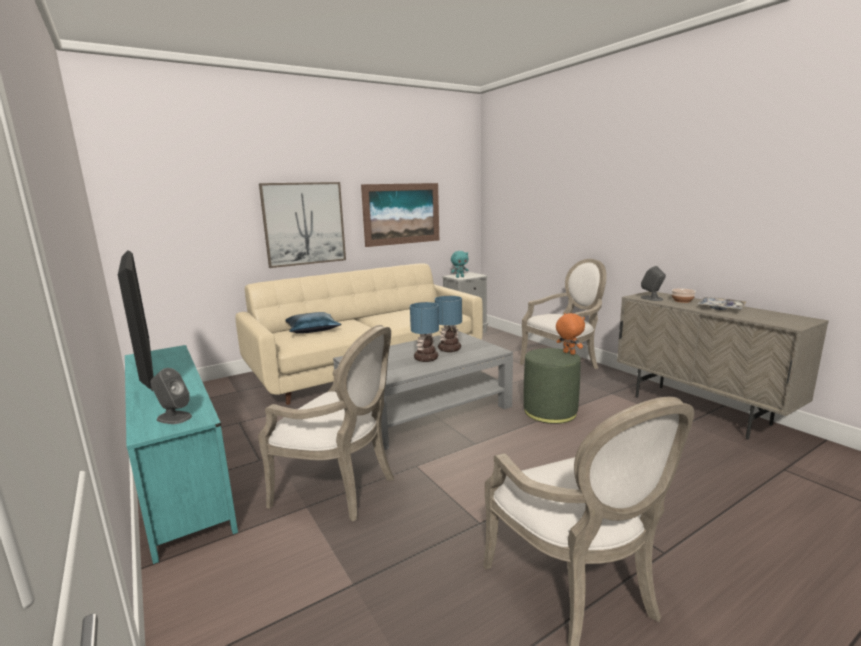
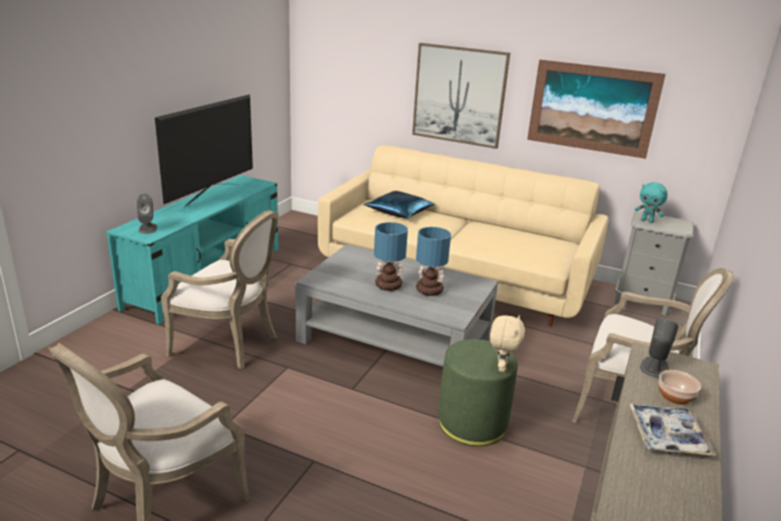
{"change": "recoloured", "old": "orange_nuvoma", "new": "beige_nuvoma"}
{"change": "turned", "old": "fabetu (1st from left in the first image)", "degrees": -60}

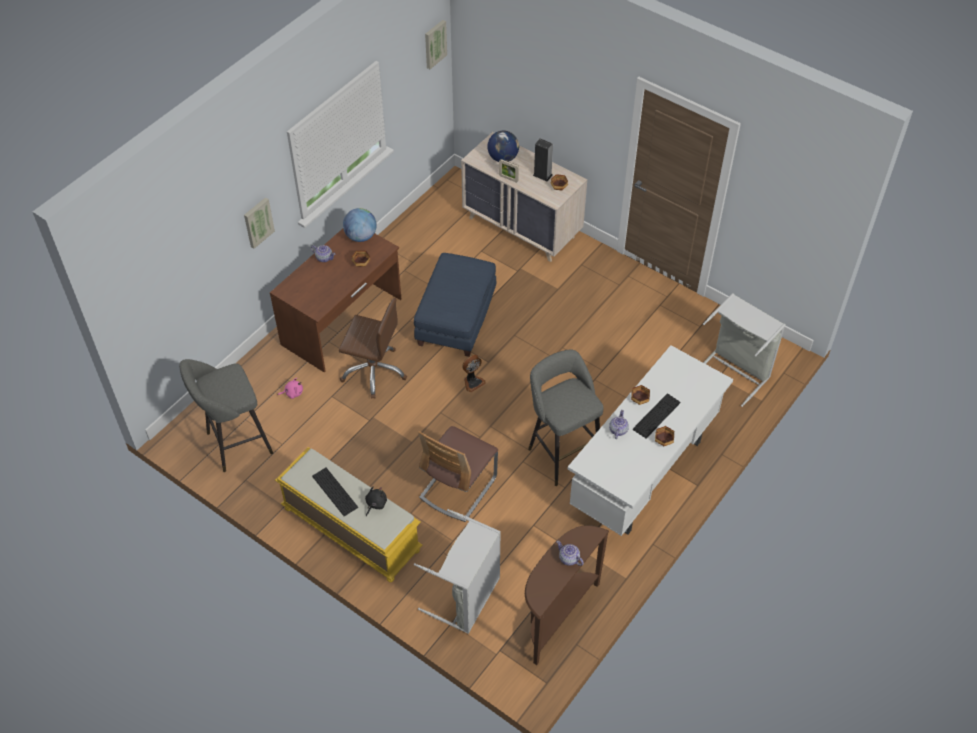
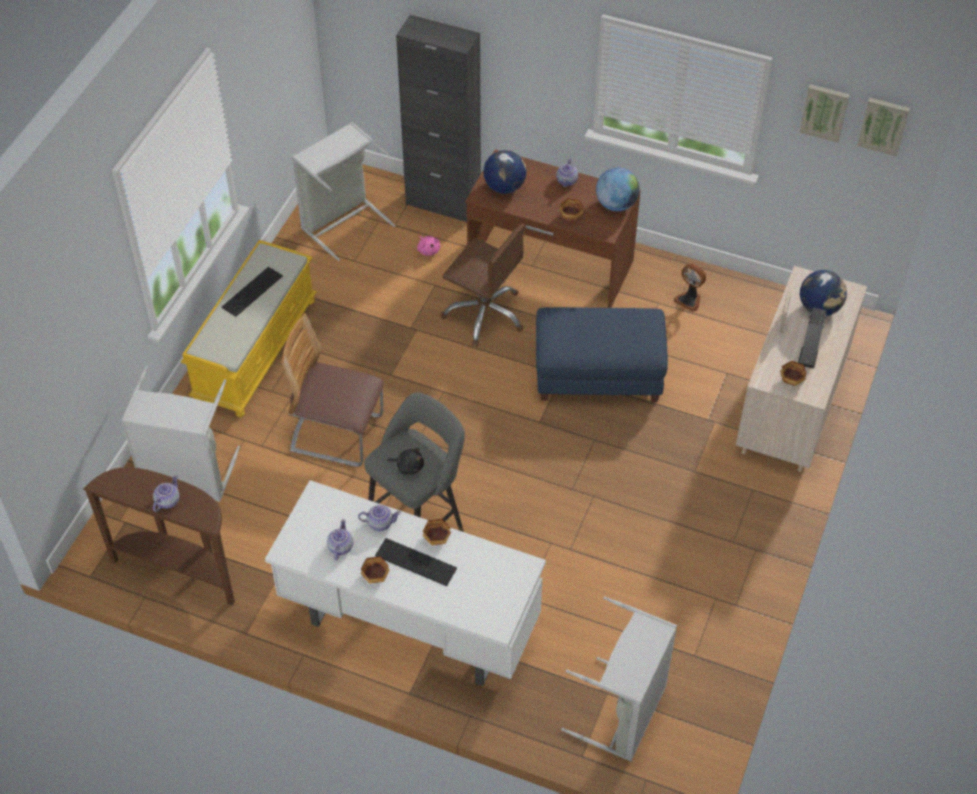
{"change": "moved", "old": "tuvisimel (1st from left)"}
{"change": "turned", "old": "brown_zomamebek", "degrees": -60}
{"change": "moved", "old": "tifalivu"}
{"change": "replaced", "old": "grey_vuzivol (1st from left)", "new": "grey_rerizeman (2nd from left)"}
{"change": "moved", "old": "black_nuvoma"}
{"change": "added", "new": "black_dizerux"}
{"change": "added", "new": "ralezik (1st from left)"}
{"change": "added", "new": "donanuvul (2nd from left)"}

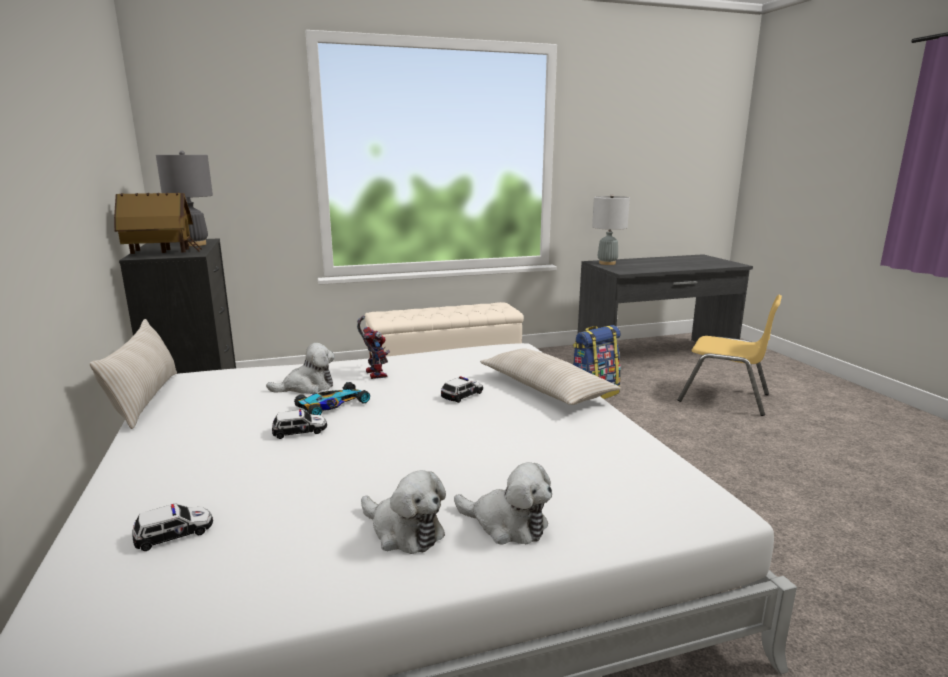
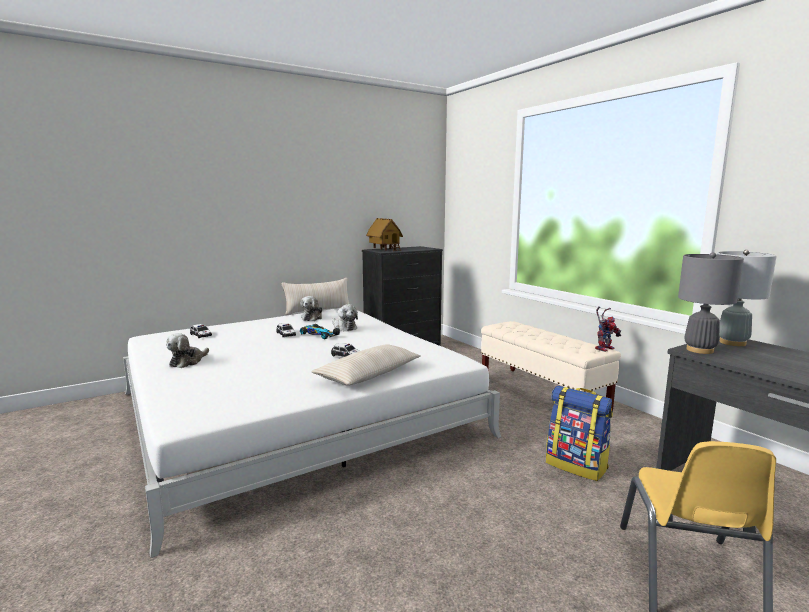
{"change": "moved", "old": "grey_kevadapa (1st from left)"}
{"change": "moved", "old": "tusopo"}
{"change": "moved", "old": "nuvoma (3rd from left in the first image)", "new": "nuvoma (2nd from left)"}

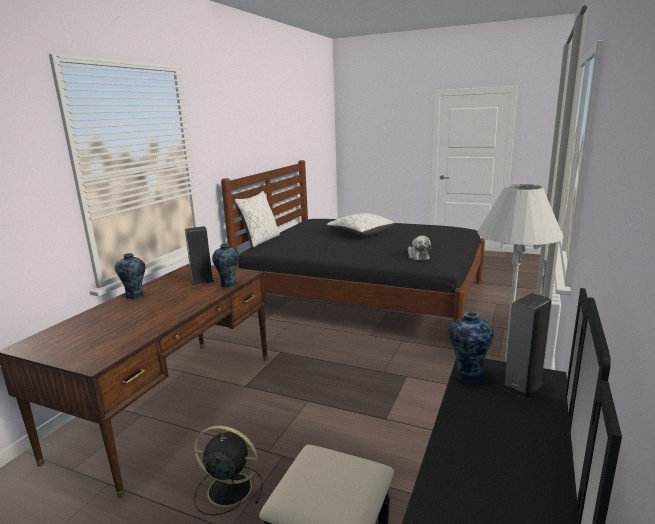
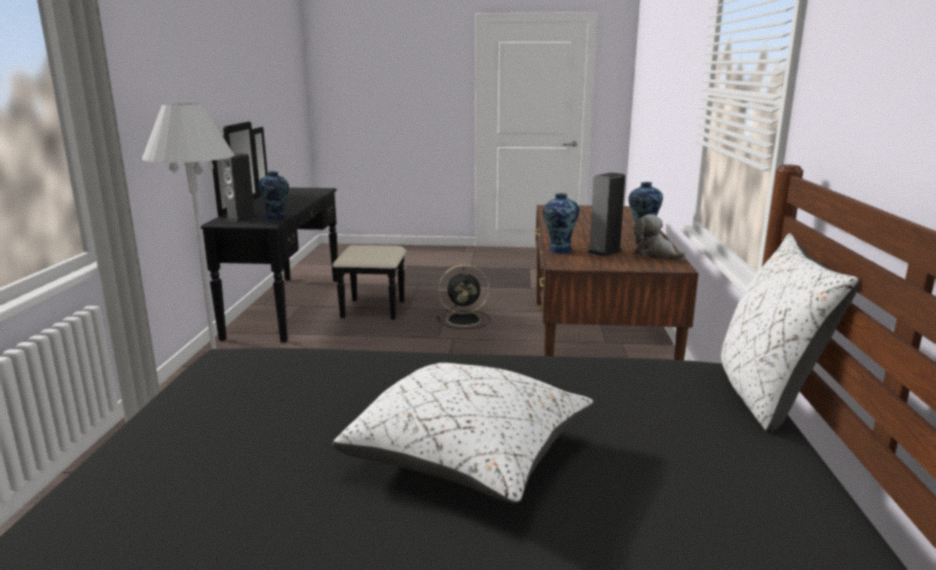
{"change": "moved", "old": "nuvoma"}

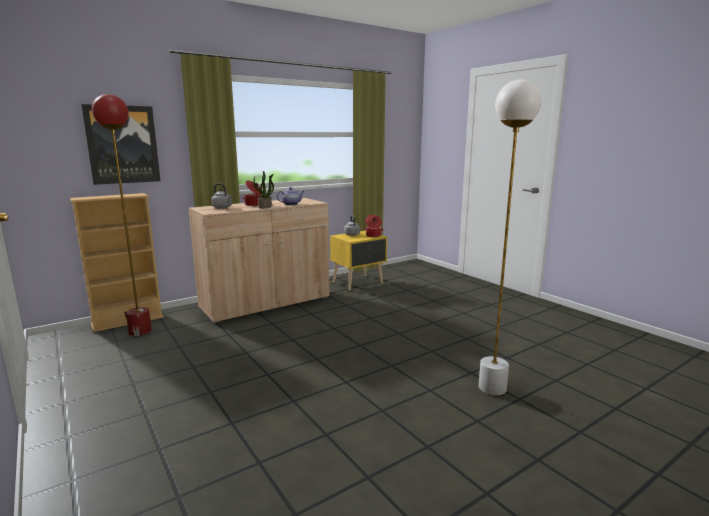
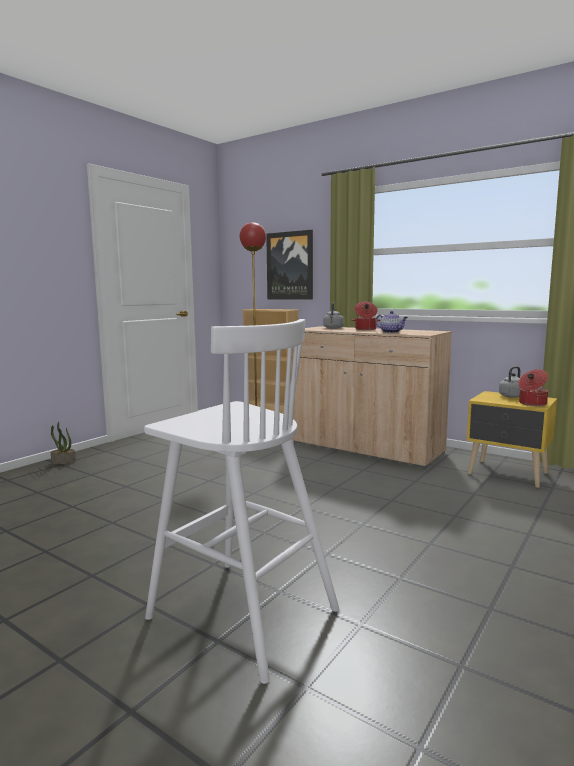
{"change": "replaced", "old": "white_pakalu", "new": "white_vuzivol"}
{"change": "moved", "old": "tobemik"}

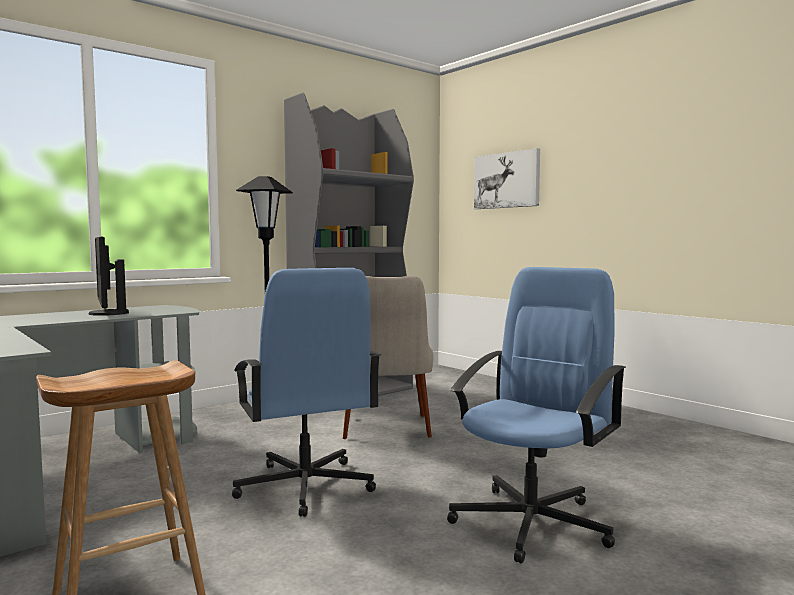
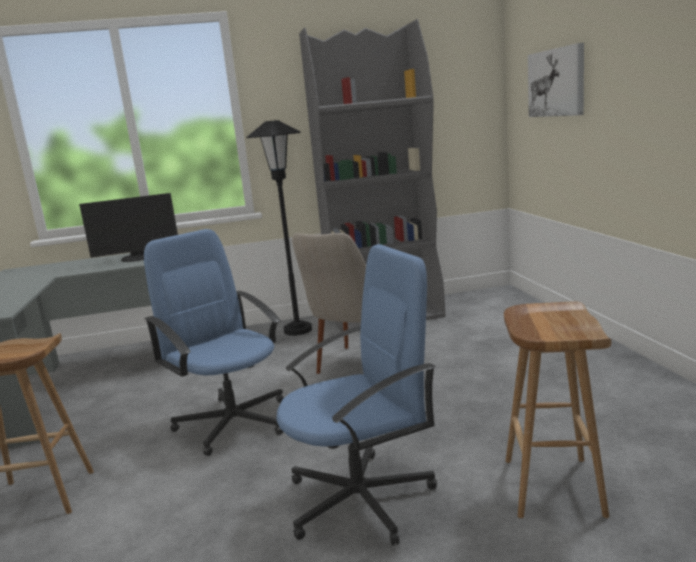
{"change": "turned", "old": "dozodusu", "degrees": -105}
{"change": "turned", "old": "blue_zomamebek (1st from left)", "degrees": 135}
{"change": "added", "new": "brown_vuzivol (2nd from left)"}

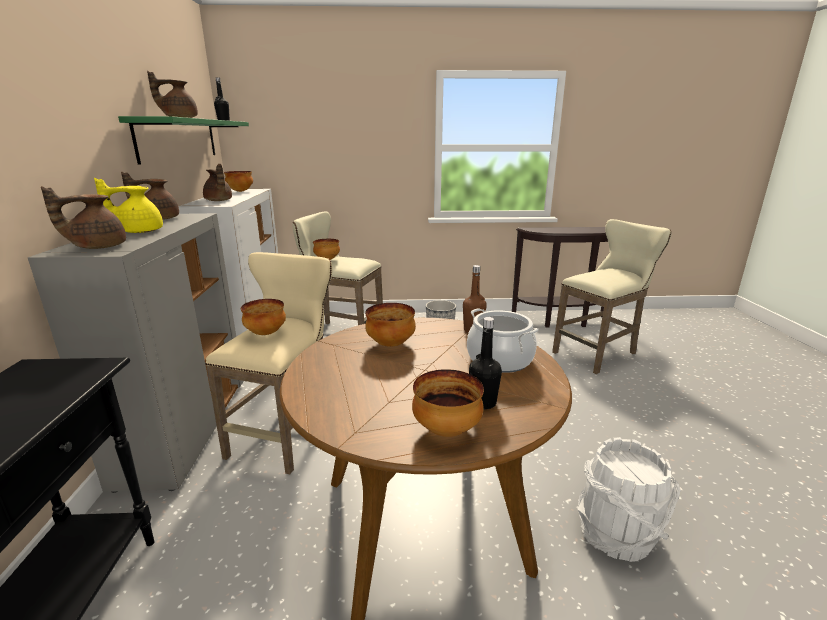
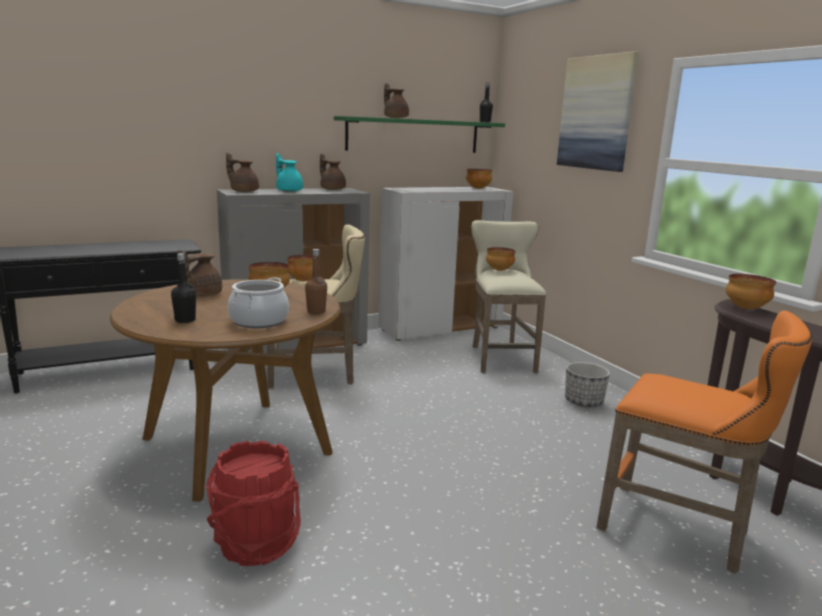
{"change": "moved", "old": "brown_donanuvul (4th from left in the first image)", "new": "brown_donanuvul (1st from left)"}
{"change": "recoloured", "old": "yellow_donanuvul", "new": "turquoise_donanuvul"}
{"change": "recoloured", "old": "beige_vuzivol (3rd from left)", "new": "orange_vuzivol"}
{"change": "moved", "old": "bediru (5th from left)"}
{"change": "recoloured", "old": "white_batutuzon", "new": "red_batutuzon"}
{"change": "added", "new": "tuvisimel"}

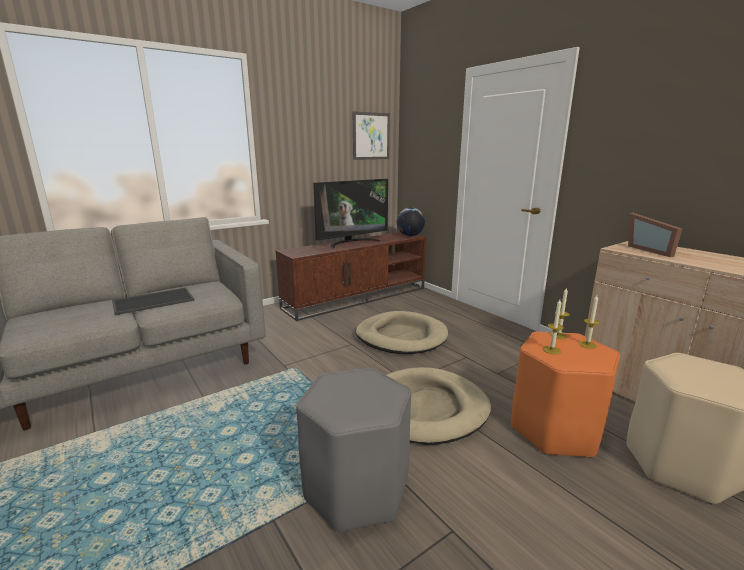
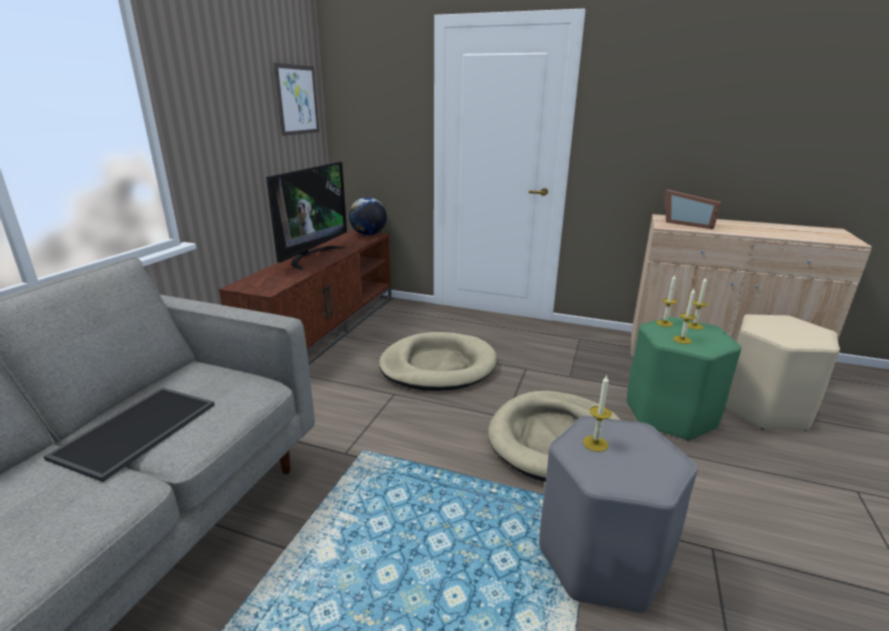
{"change": "recoloured", "old": "orange_vuzivol", "new": "green_vuzivol"}
{"change": "added", "new": "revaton (1st from left)"}

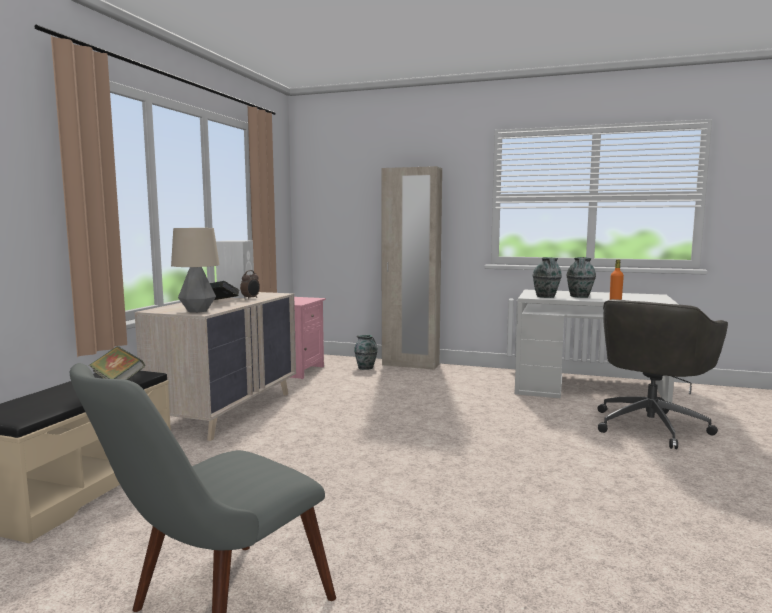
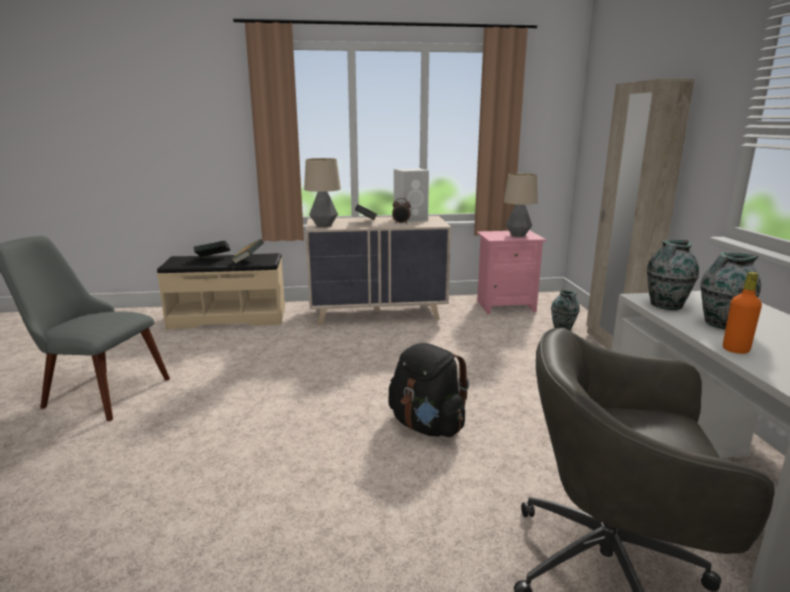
{"change": "added", "new": "kevadapa (2nd from left)"}
{"change": "added", "new": "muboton (1st from left)"}
{"change": "added", "new": "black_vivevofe"}

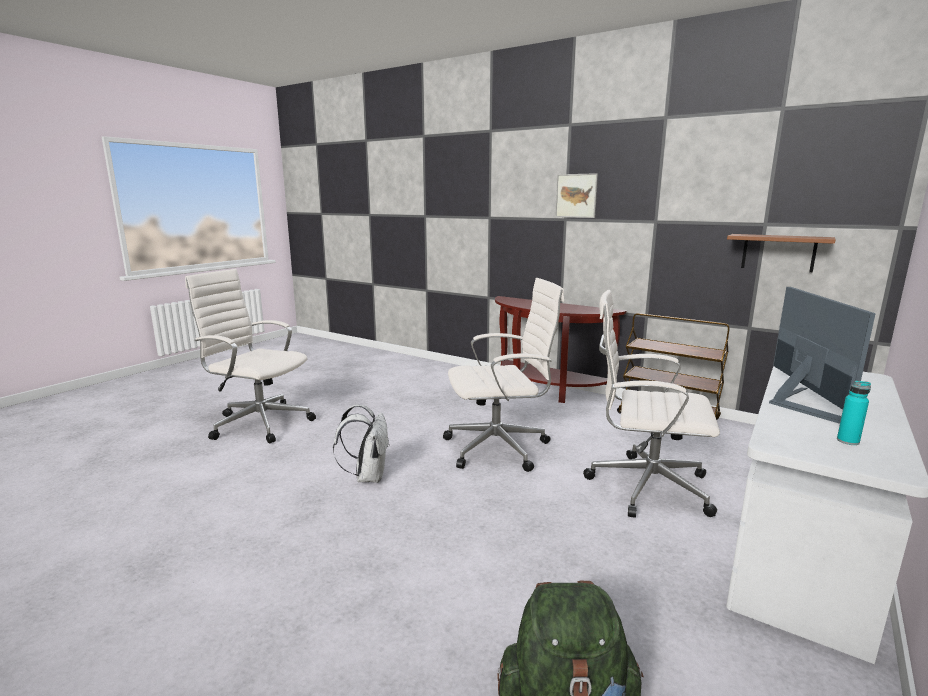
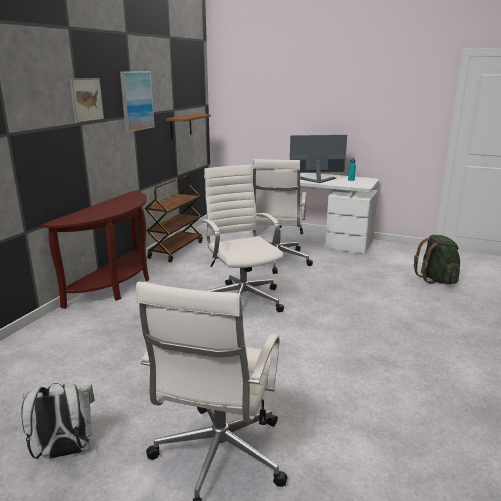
{"change": "moved", "old": "white_vivevofe"}
{"change": "added", "new": "tuvisimel (2nd from left)"}

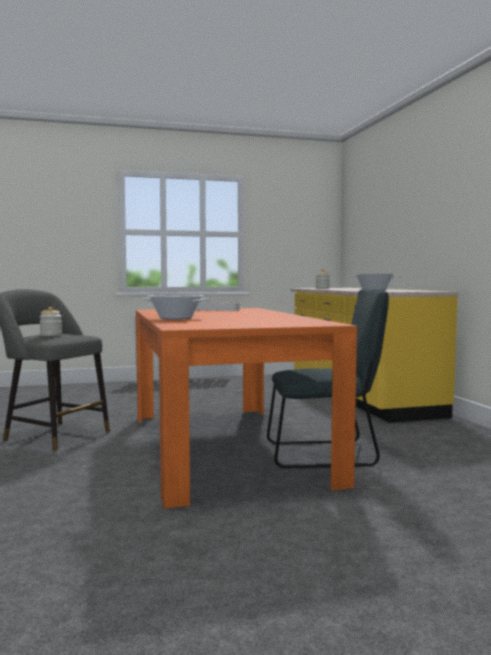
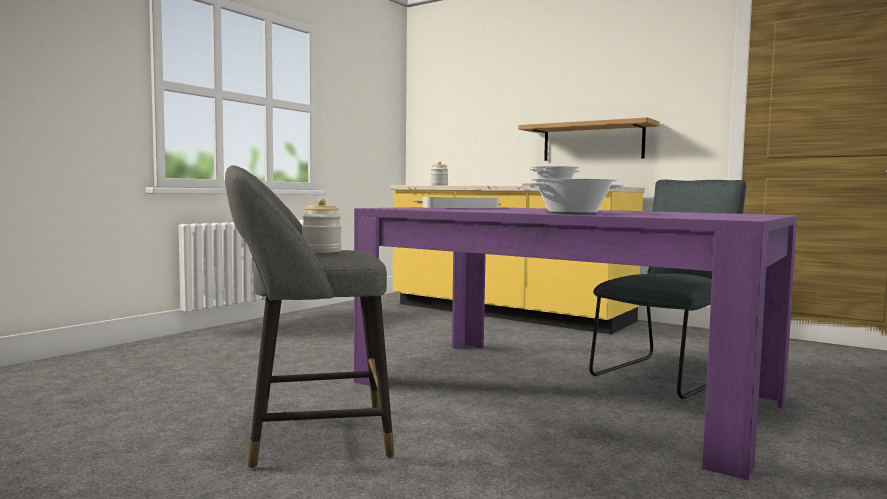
{"change": "recoloured", "old": "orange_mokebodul", "new": "purple_mokebodul"}
{"change": "added", "new": "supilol"}

